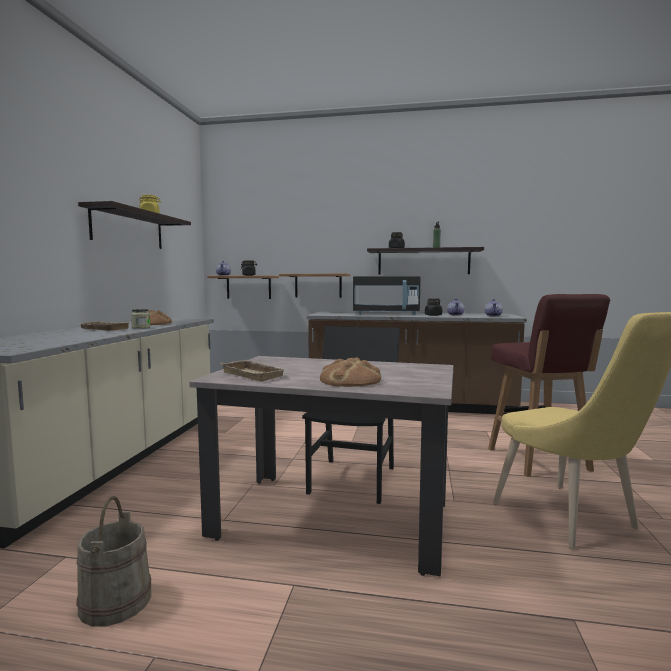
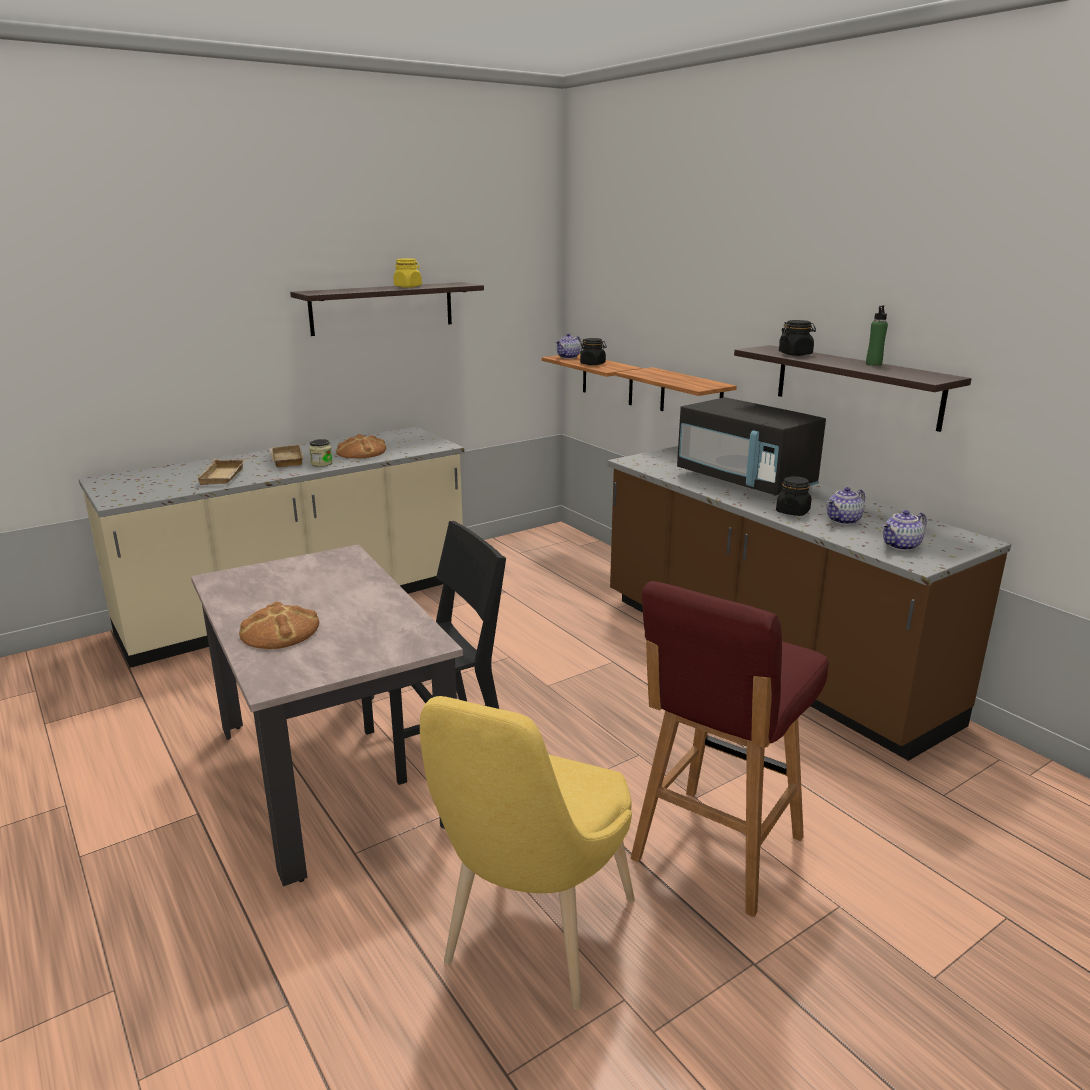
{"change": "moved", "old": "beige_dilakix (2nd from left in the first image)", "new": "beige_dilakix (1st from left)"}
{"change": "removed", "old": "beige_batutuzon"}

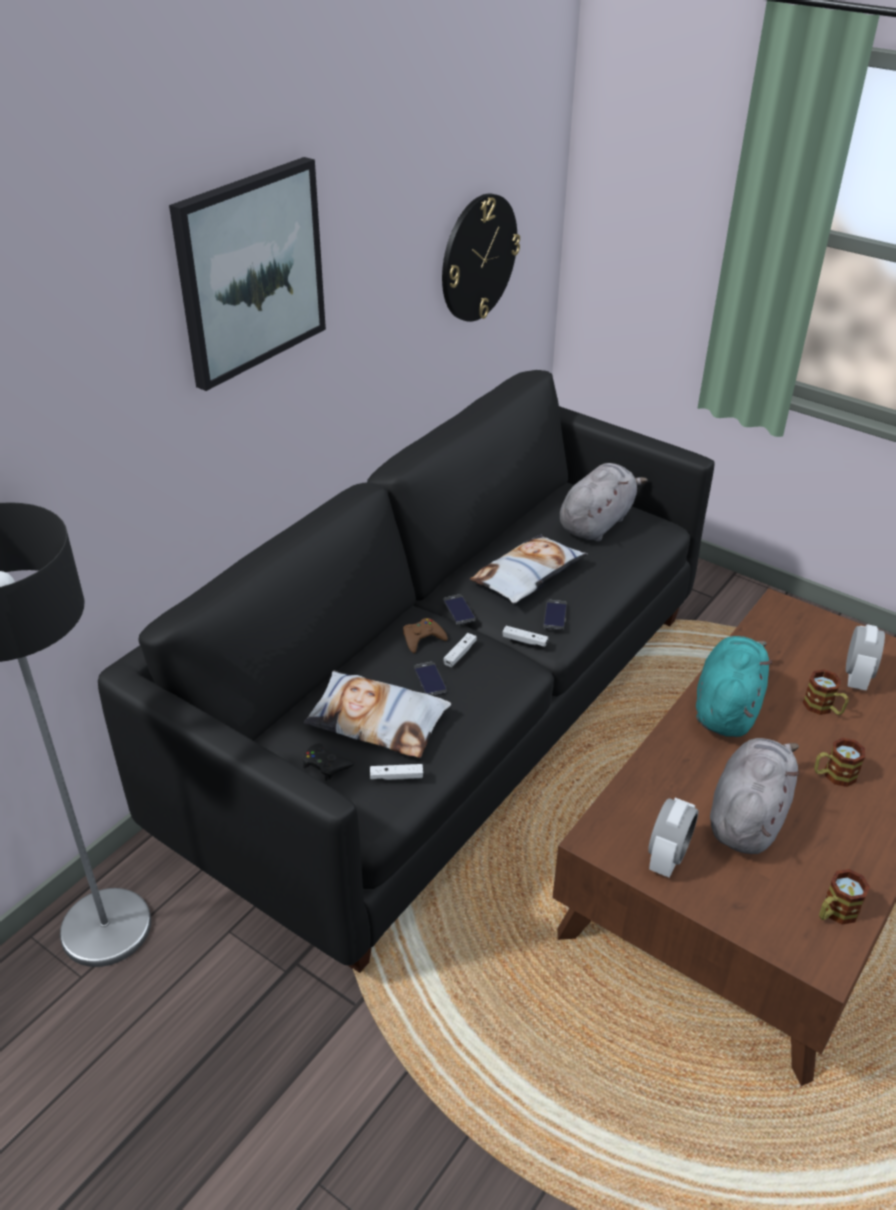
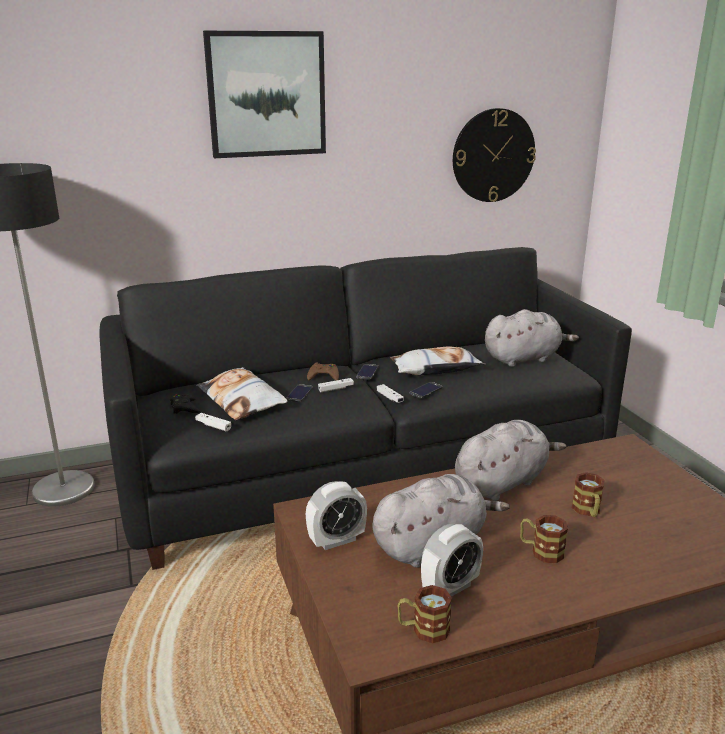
{"change": "moved", "old": "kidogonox (2nd from left)"}
{"change": "recoloured", "old": "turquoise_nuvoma", "new": "grey_nuvoma (2nd from left)"}

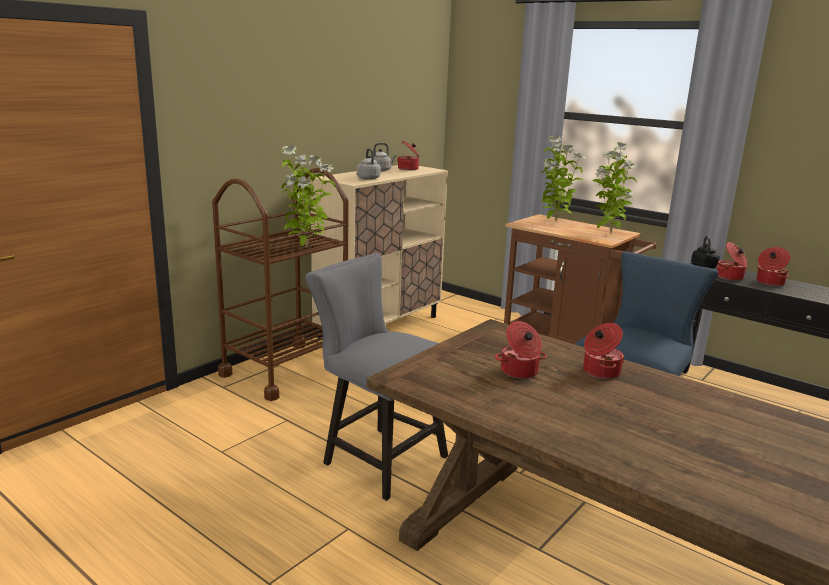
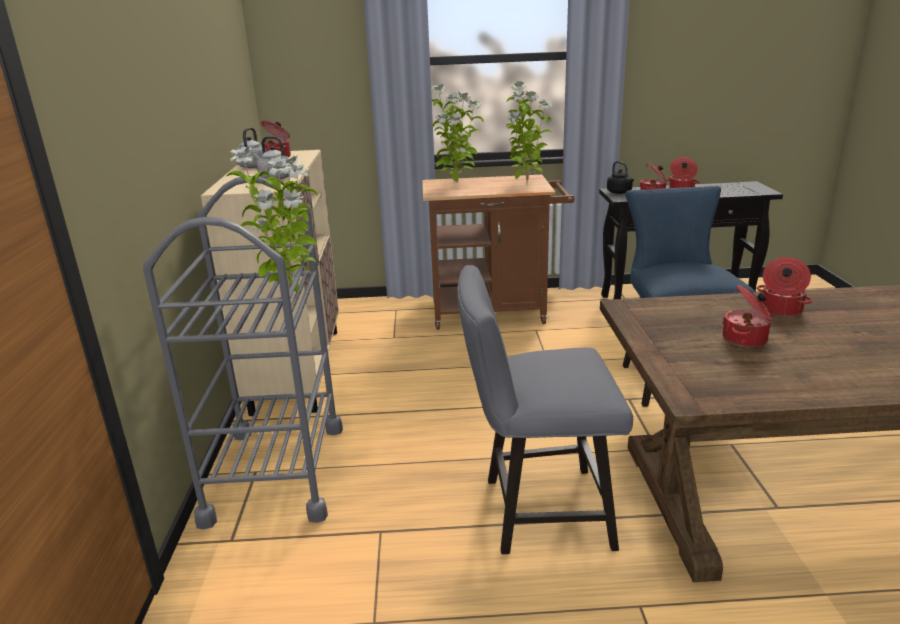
{"change": "recoloured", "old": "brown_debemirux (1st from left)", "new": "grey_debemirux"}

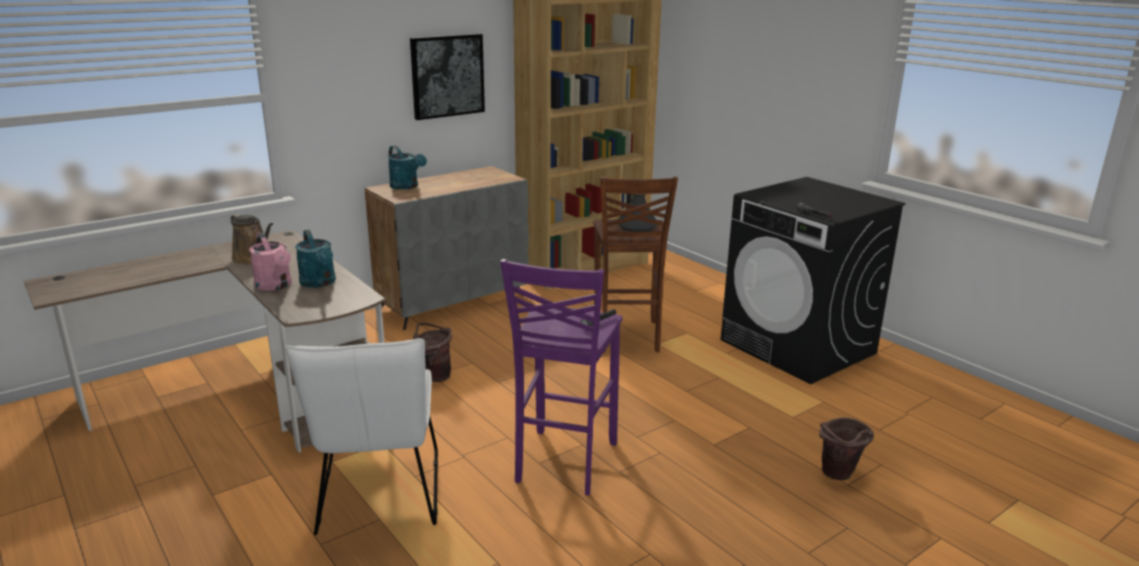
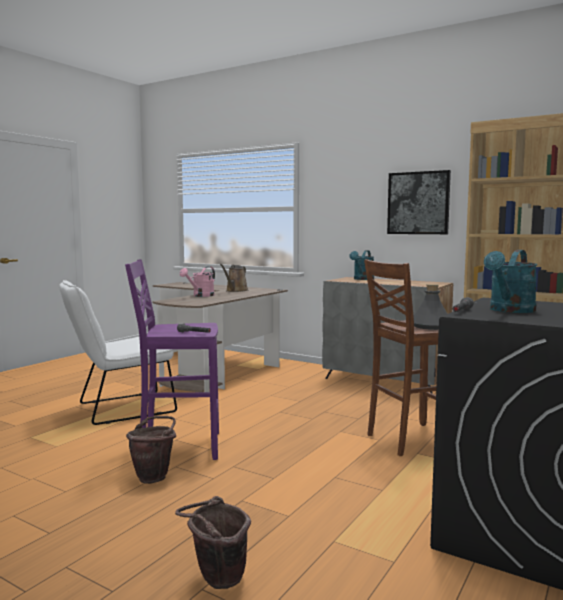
{"change": "moved", "old": "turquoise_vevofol (1st from left in the first image)", "new": "turquoise_vevofol (2nd from left)"}
{"change": "moved", "old": "brown_batutuzon (1st from left)"}

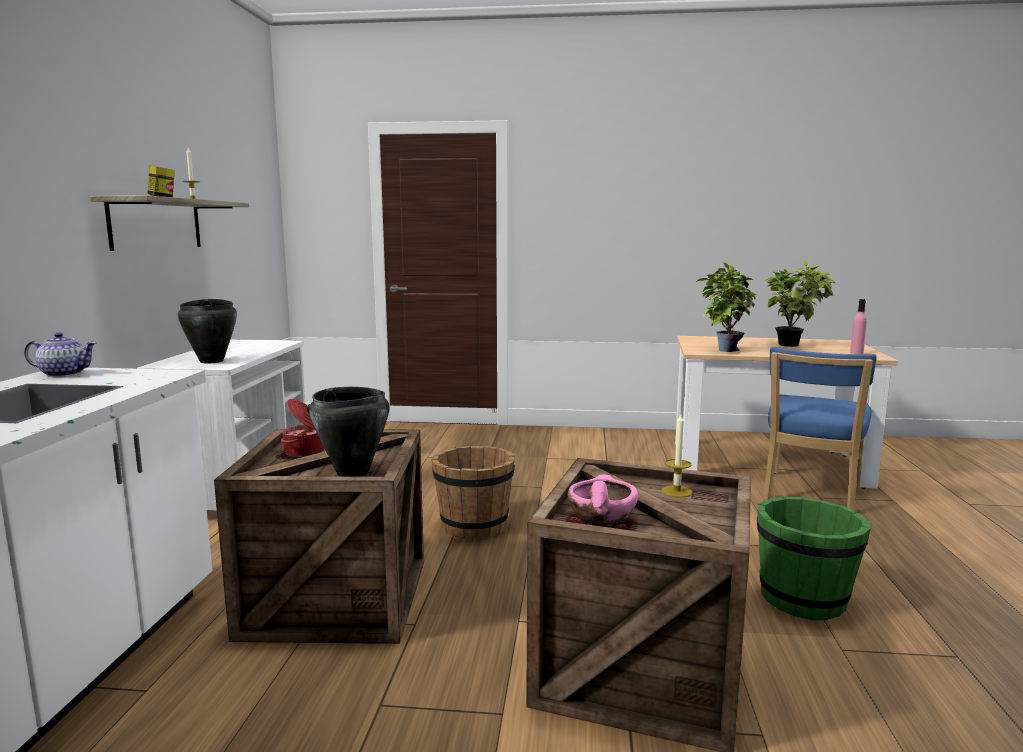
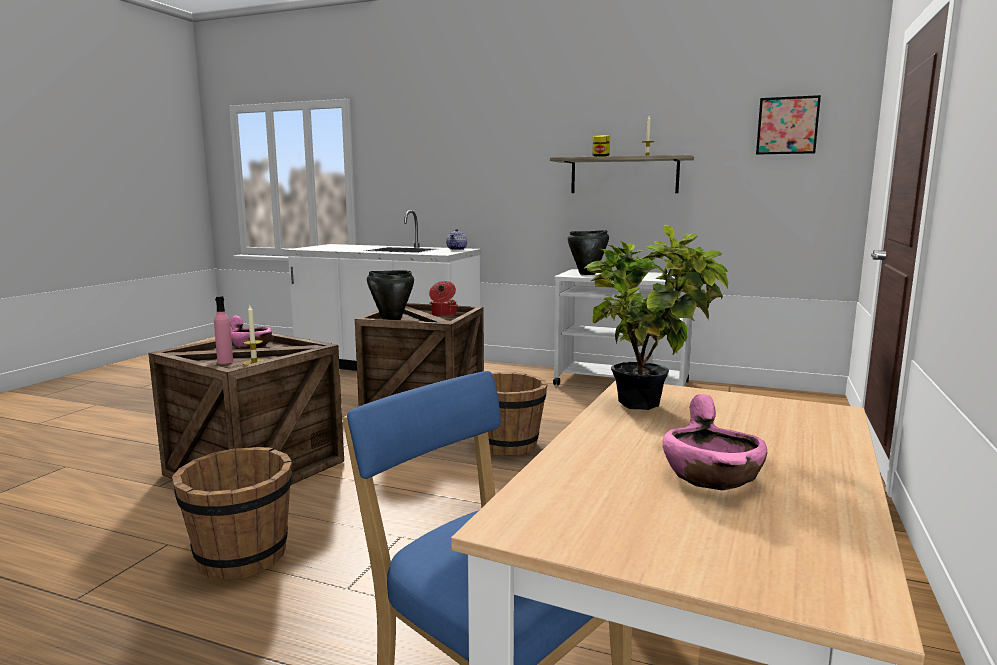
{"change": "replaced", "old": "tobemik (2nd from left)", "new": "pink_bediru (2nd from left)"}
{"change": "moved", "old": "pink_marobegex"}
{"change": "recoloured", "old": "green_batutuzon", "new": "brown_batutuzon (1st from left)"}
{"change": "added", "new": "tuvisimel"}

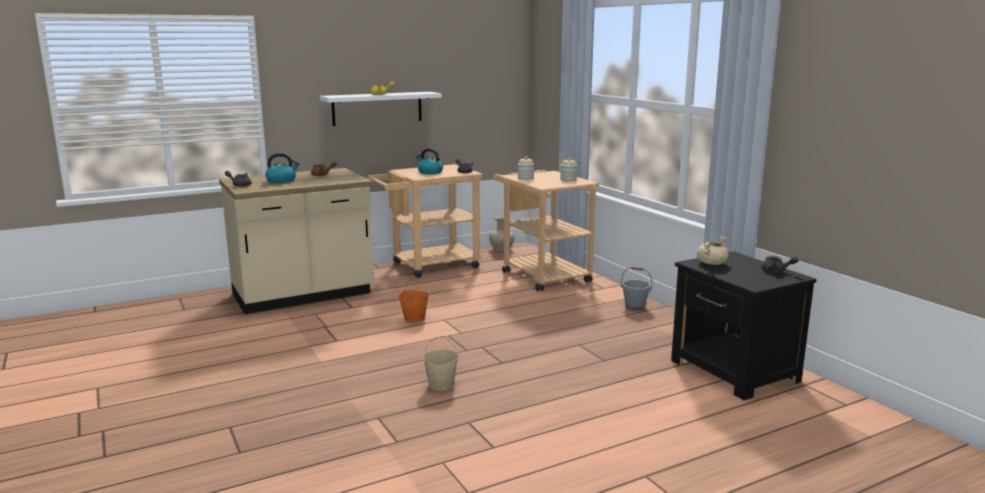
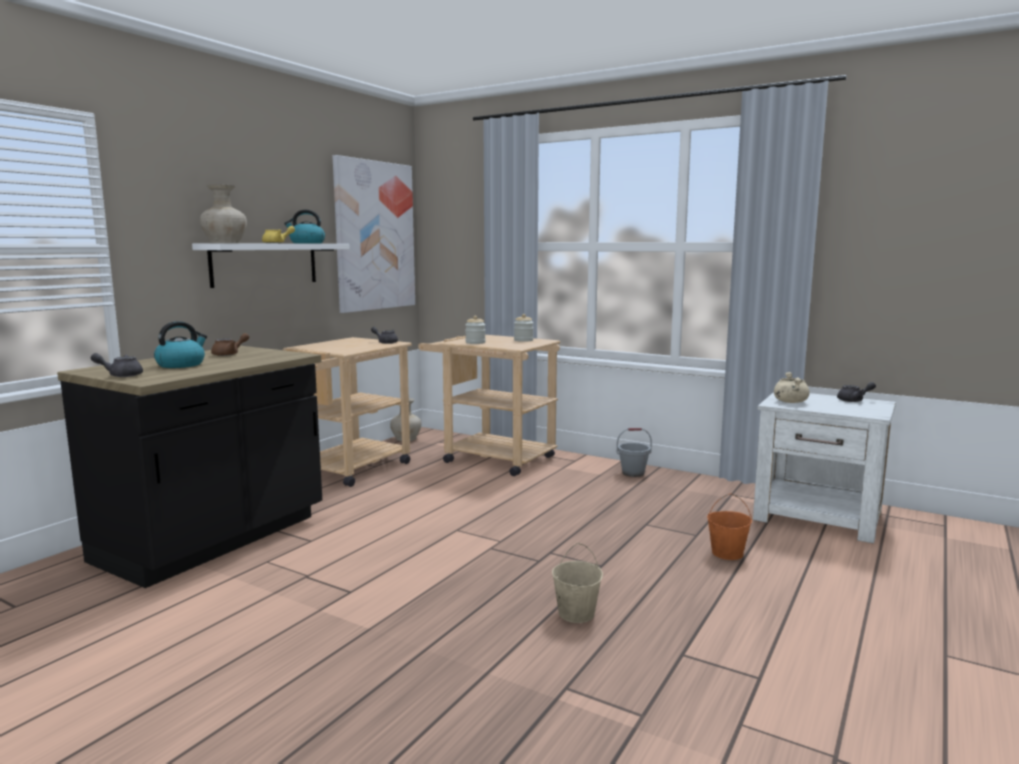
{"change": "moved", "old": "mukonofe (2nd from left)"}
{"change": "recoloured", "old": "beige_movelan", "new": "black_movelan"}
{"change": "recoloured", "old": "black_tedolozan", "new": "white_tedolozan"}
{"change": "moved", "old": "orange_batutuzon"}
{"change": "added", "new": "tuvisimel"}
{"change": "added", "new": "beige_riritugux (1st from left)"}

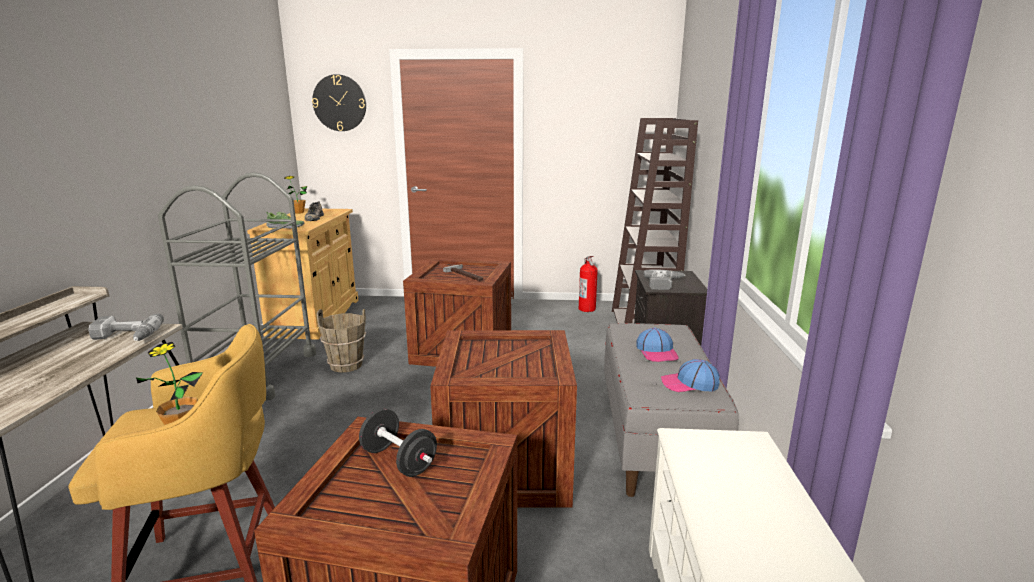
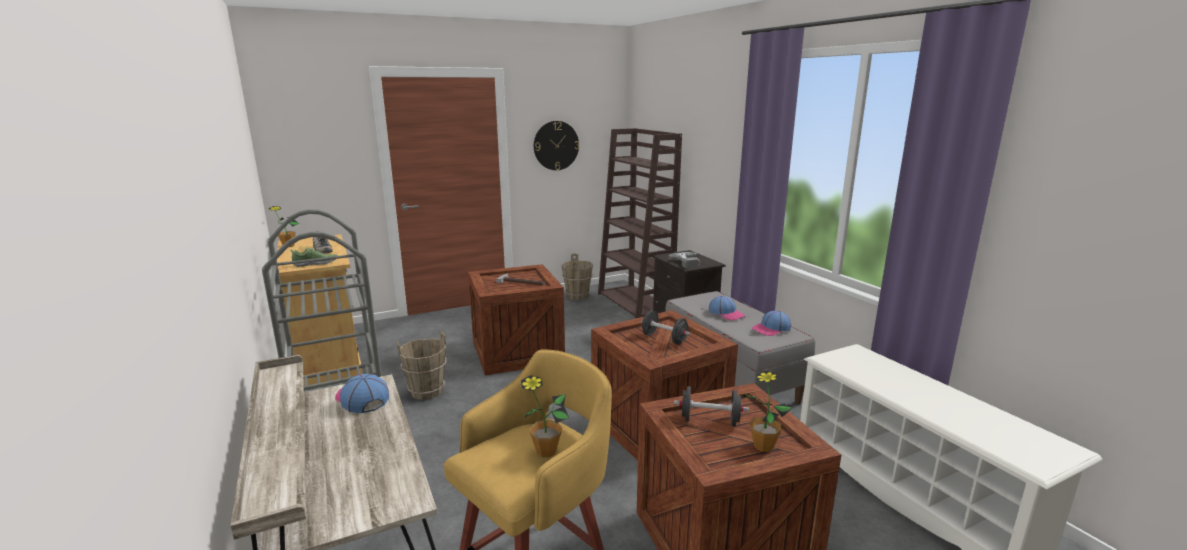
{"change": "moved", "old": "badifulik"}
{"change": "replaced", "old": "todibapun", "new": "brown_batutuzon (2nd from left)"}
{"change": "replaced", "old": "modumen (1st from left)", "new": "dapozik (1st from left)"}
{"change": "added", "new": "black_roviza (1st from left)"}
{"change": "added", "new": "tobemik (3rd from left)"}

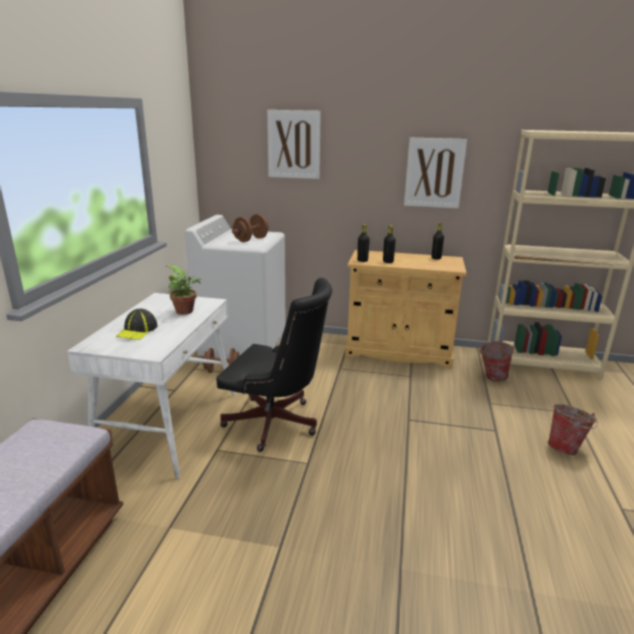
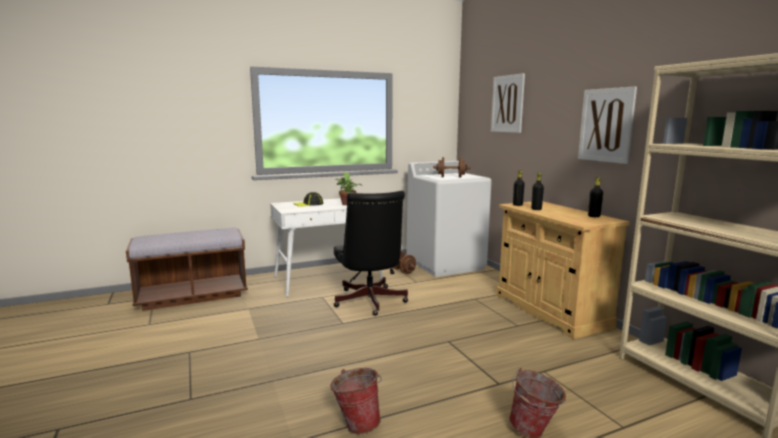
{"change": "moved", "old": "batutuzon (1st from left)"}

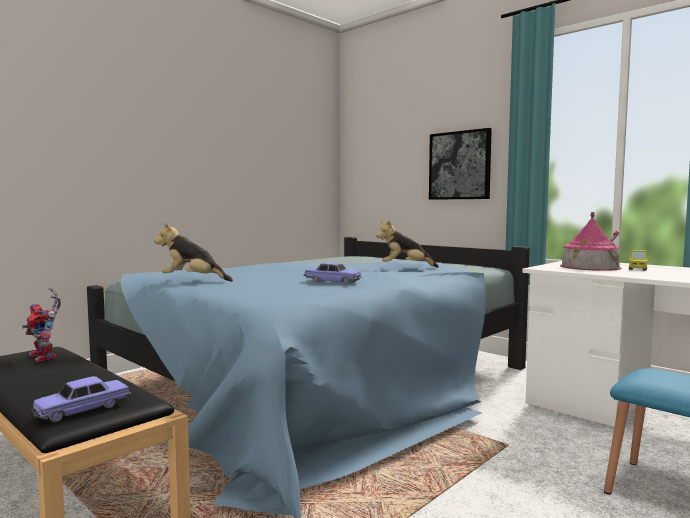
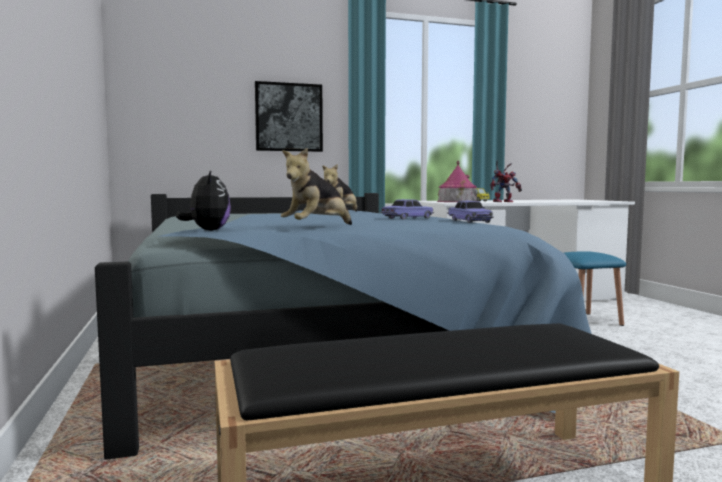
{"change": "moved", "old": "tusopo"}
{"change": "moved", "old": "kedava (1st from left in the first image)", "new": "kedava (2nd from left)"}
{"change": "added", "new": "nuvoma (1st from left)"}

